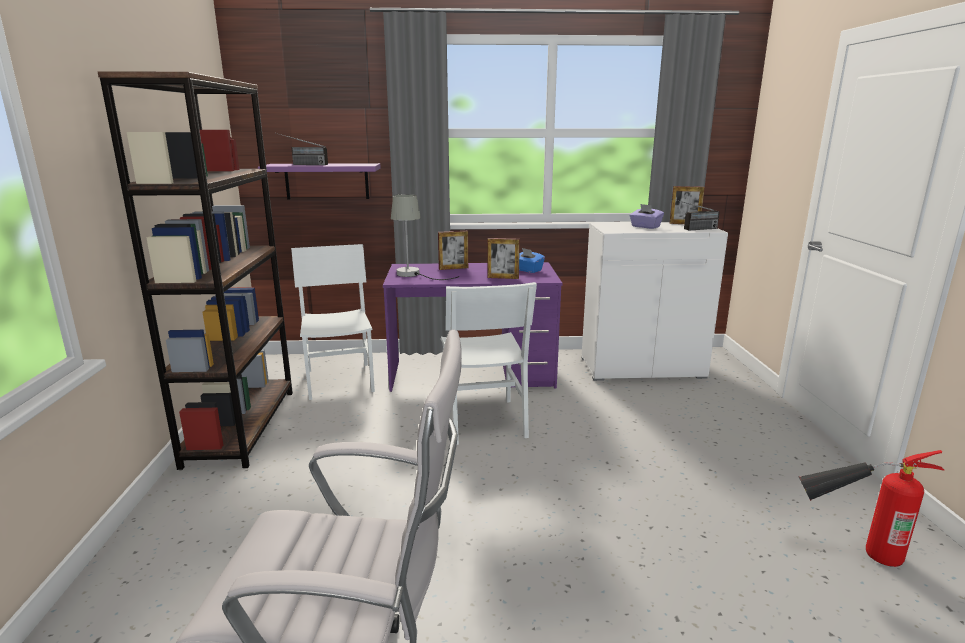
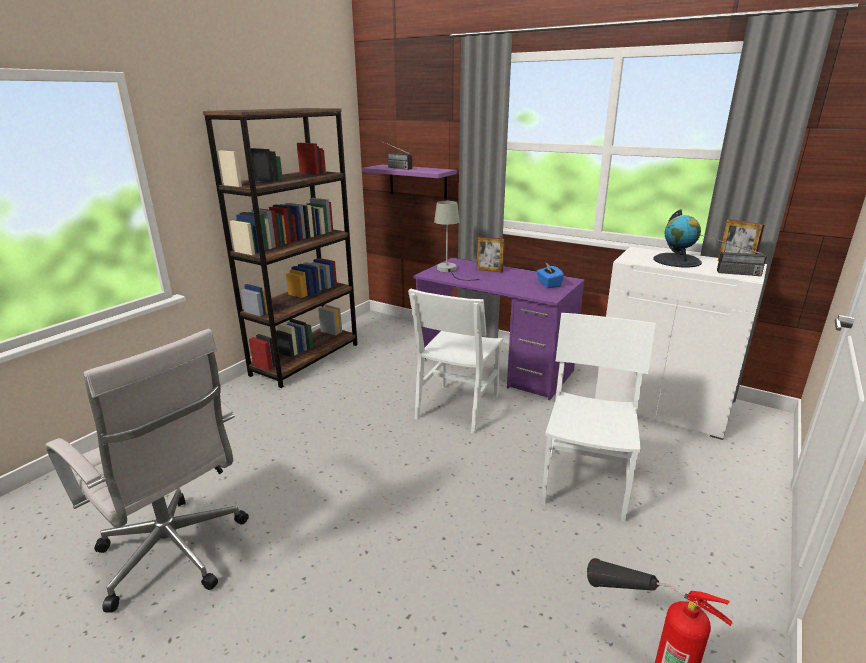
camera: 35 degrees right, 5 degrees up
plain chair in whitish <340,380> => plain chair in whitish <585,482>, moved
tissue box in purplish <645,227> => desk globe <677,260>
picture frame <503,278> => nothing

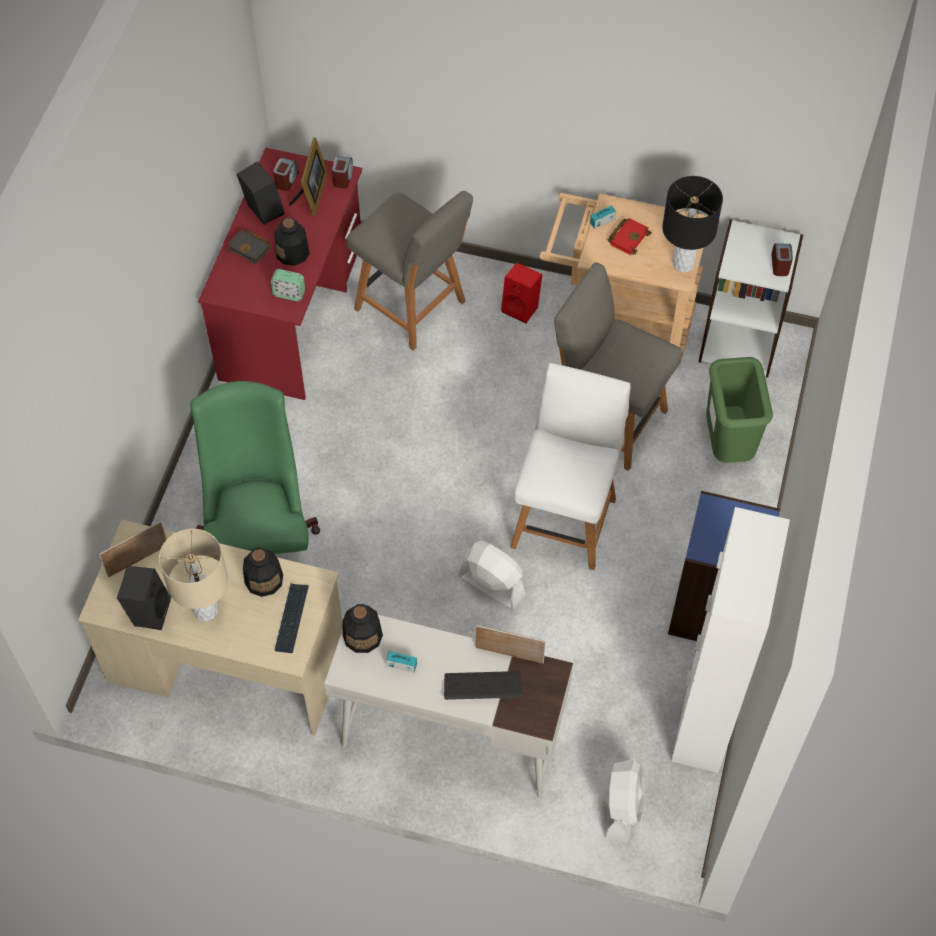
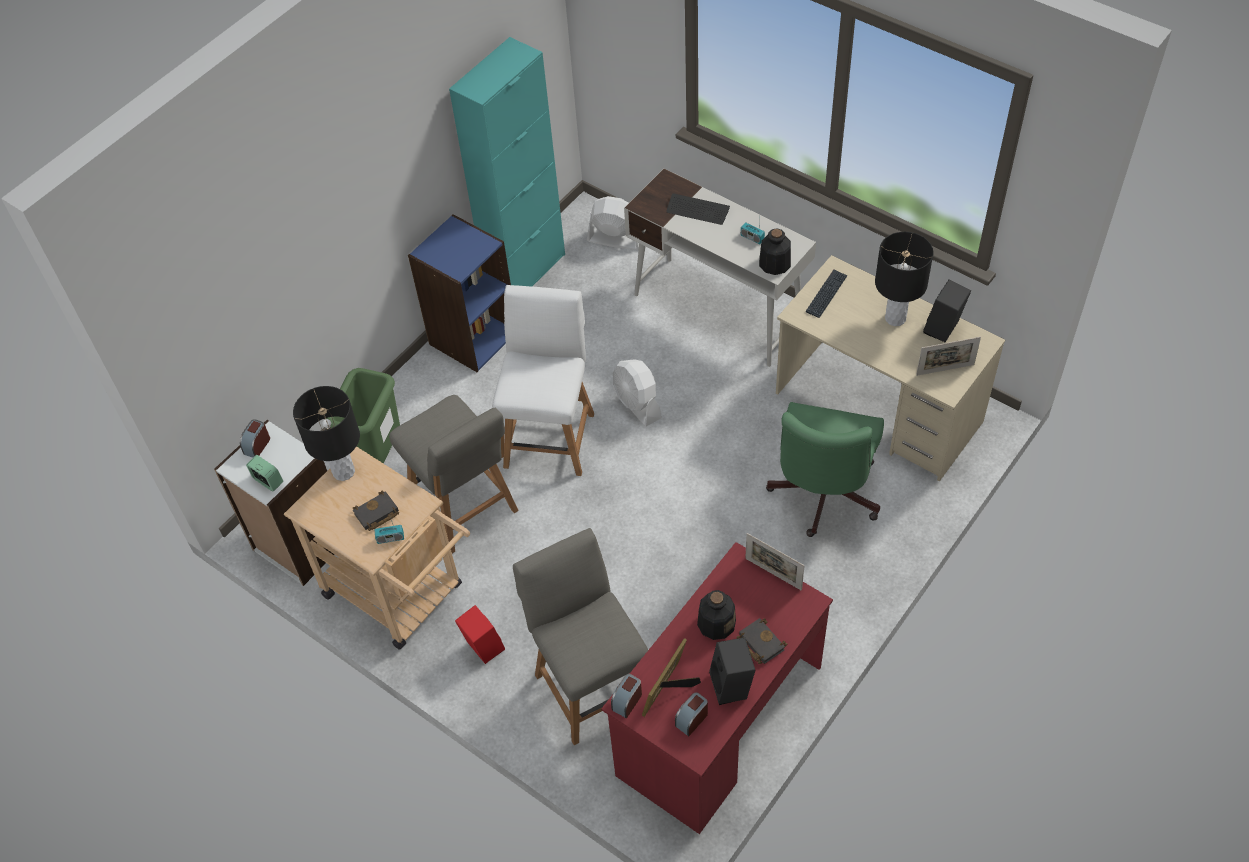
camera: 155 degrees left, 5 degrees down
alarm clock <289,293> => alarm clock <268,481>, moved
book in reddish <628,237> => book in black <376,514>
cabinet in whitish <704,719> => cabinet in blue-green <525,271>
plain chair in whitish <564,519> => plain chair in whitish <550,437>, 150 degrees clockwise
electric fan in whitish <621,805> => electric fan in whitish <615,239>, 75 degrees clockwise
picture frame <509,655> => picture frame <773,574>, moved
lamp for a table in beige <205,610> => lamp for a table in black <895,318>
beverage bottle <264,579> => nothing

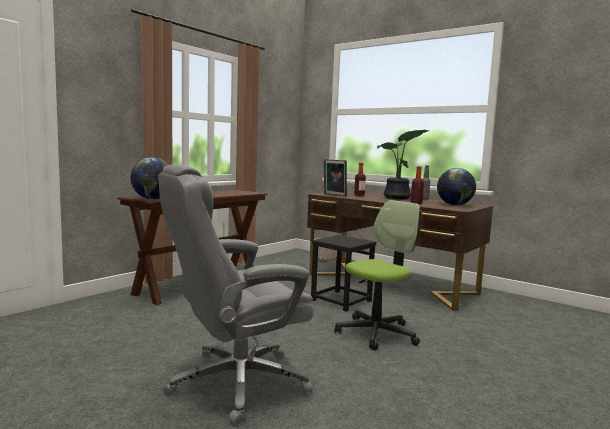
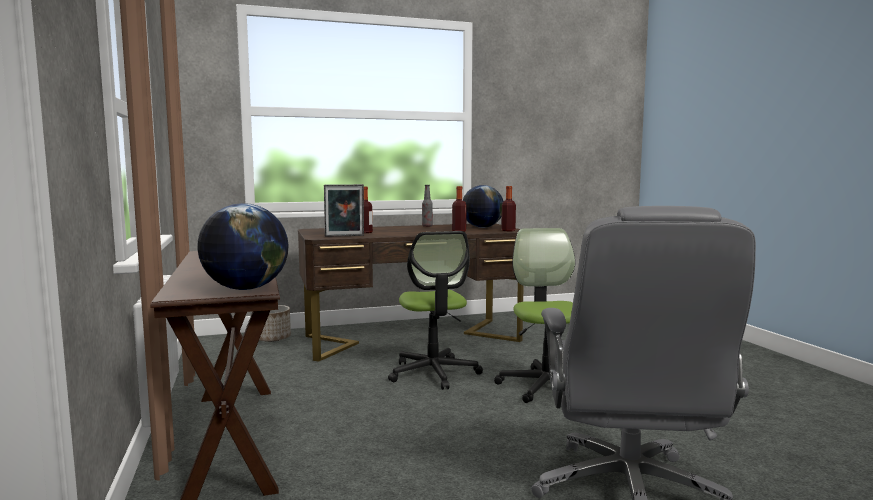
camera: 55 degrees left, 0 degrees up
sitting stool in black <340,300> => computer chair <433,373>
nothing => beverage bottle <508,230>
plant in a pot <397,198> => nothing

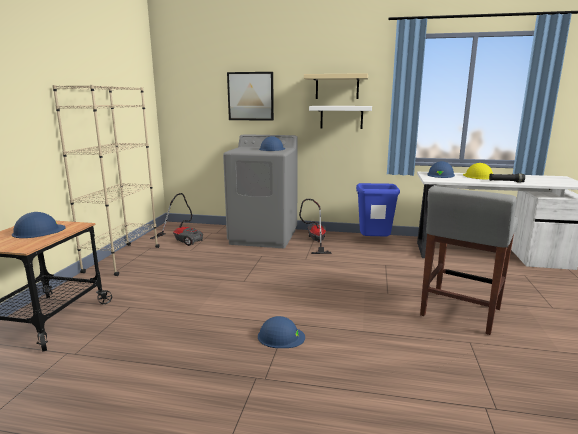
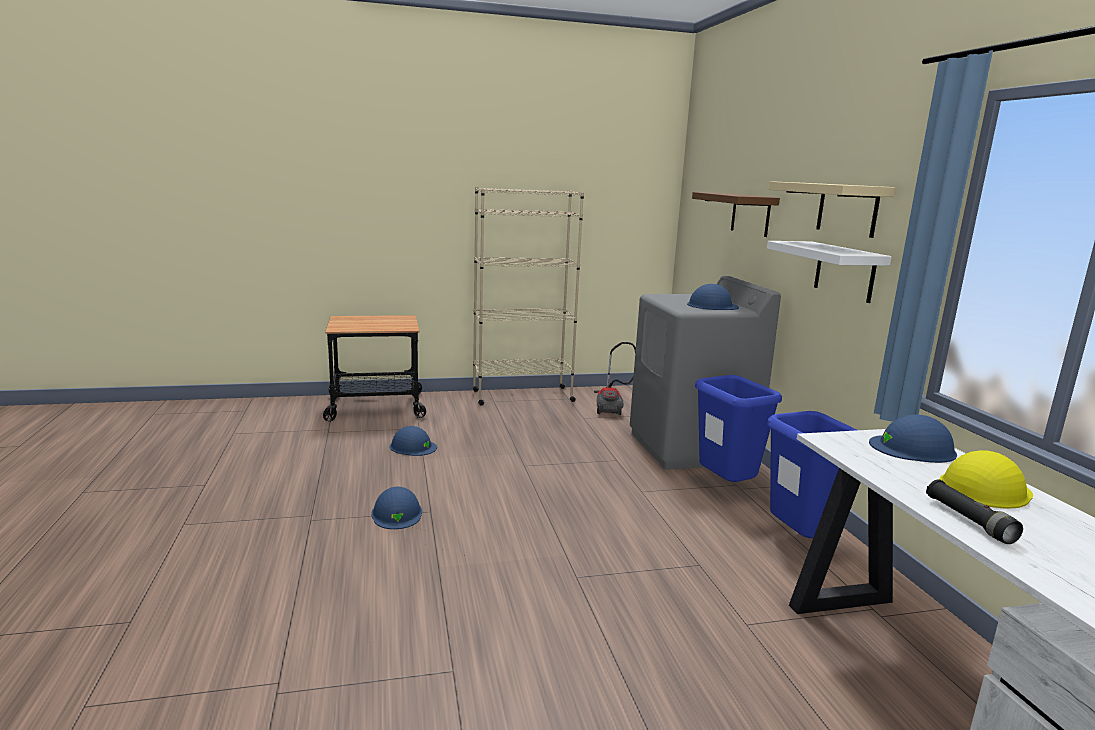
camera: 65 degrees right, 0 degrees up
hard hat in blue-coloured <38,231> => hard hat in blue-coloured <413,447>, moved
wall art <250,96> => bracket shelf in brown-coloured <750,214>
vacuum cleaner <315,242> => waste bin in blue-coloured <725,488>
sitting stool in gray <460,312> => nothing

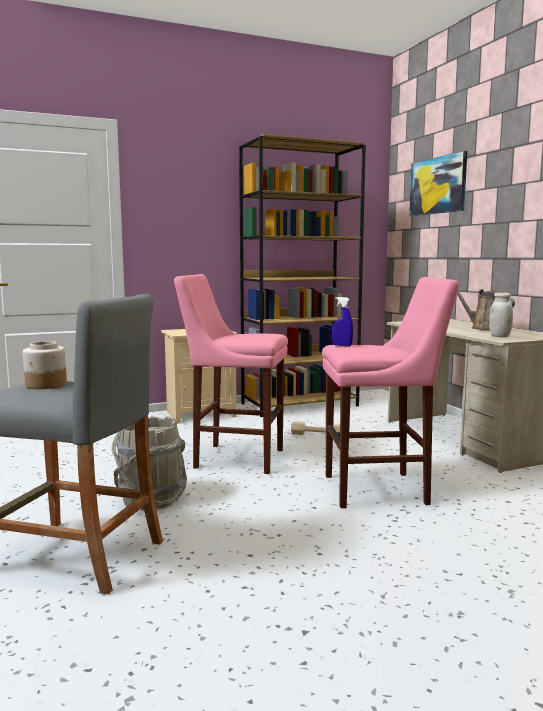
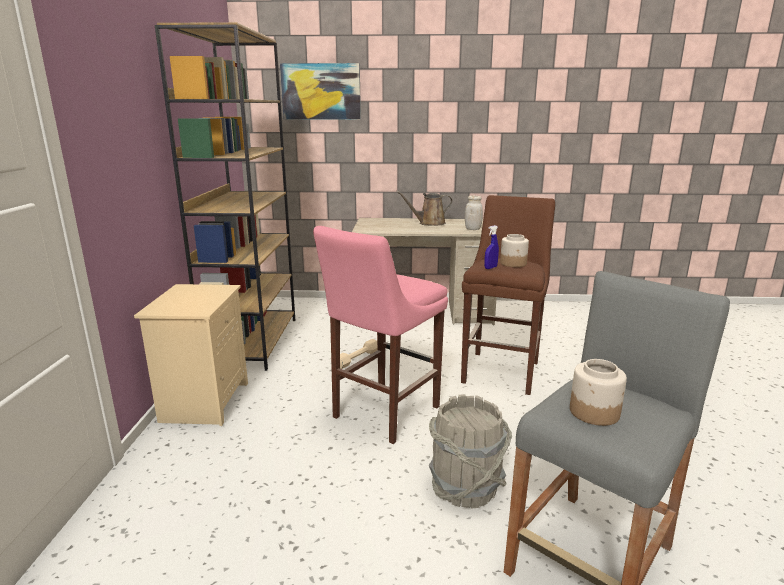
camera: 65 degrees left, 10 degrees up
sitting stool in pink-coloured <381,489> => sitting stool in brown-coloured <502,370>
nothing => storage jar <513,263>

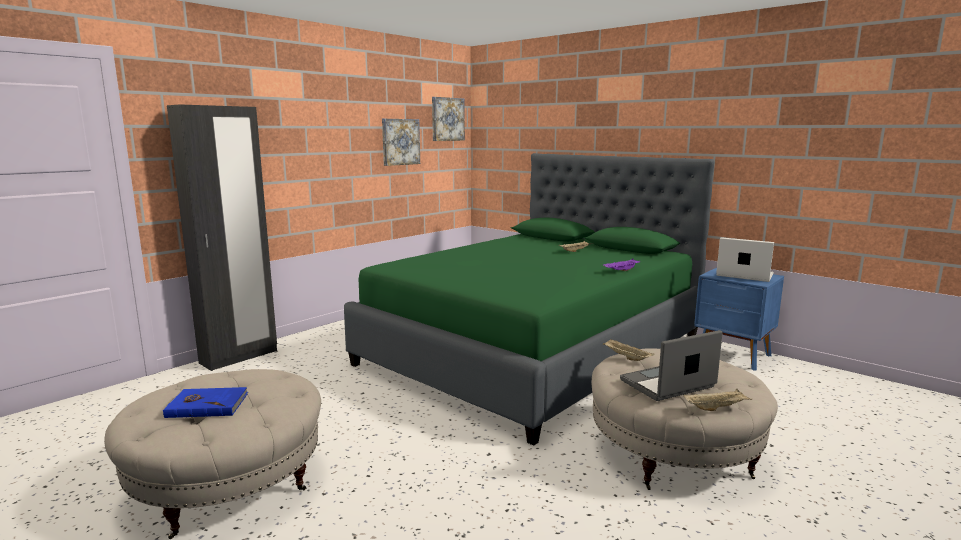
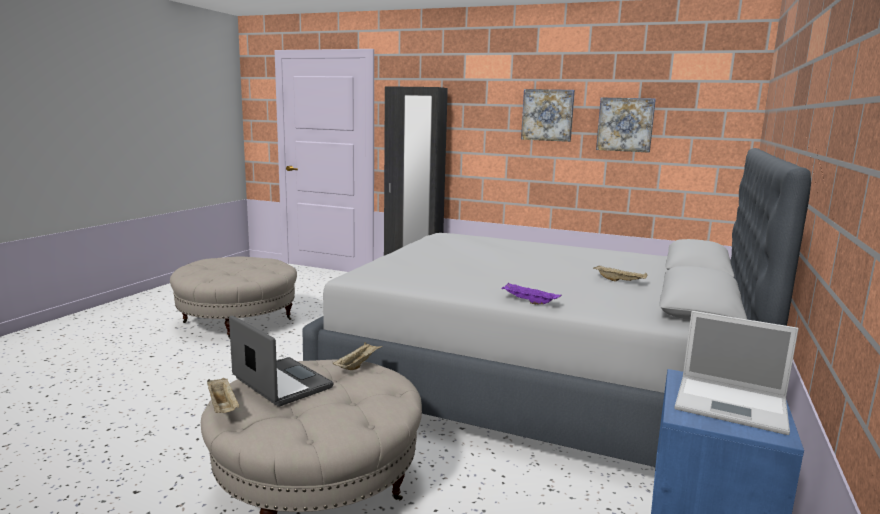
camera: 70 degrees right, 0 degrees up
bed in green <533,351> => bed in gray <538,384>
wall art <447,119> => wall art <547,115>, moved
notebook computer <743,275> => notebook computer <733,405>, 105 degrees clockwise
book in blue-coloured <207,405> => nothing

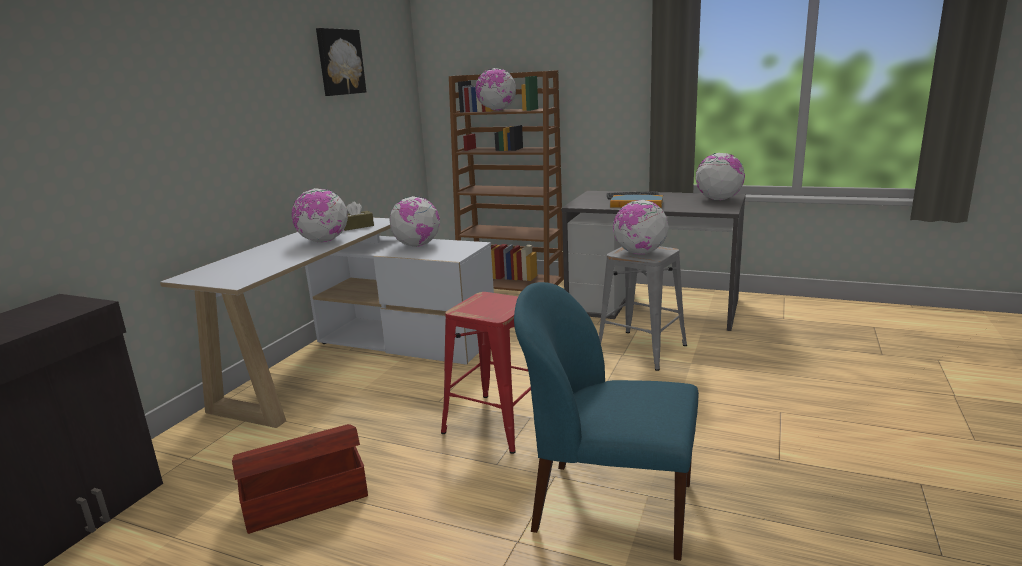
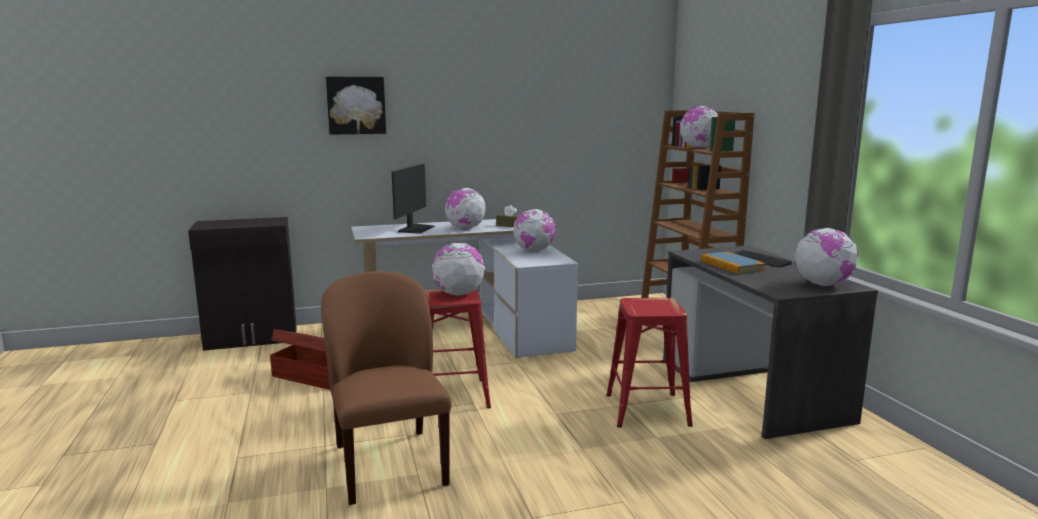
camera: 50 degrees right, 5 degrees down
plain chair in blue-coloured <609,507> => plain chair in brown-coloured <389,464>
wall art <339,62> => wall art <356,105>, moved
nothing => computer screen <416,229>
desk globe <639,253> => desk globe <458,294>, moved
sitting stool in gray <641,350> => sitting stool in reddish <646,409>

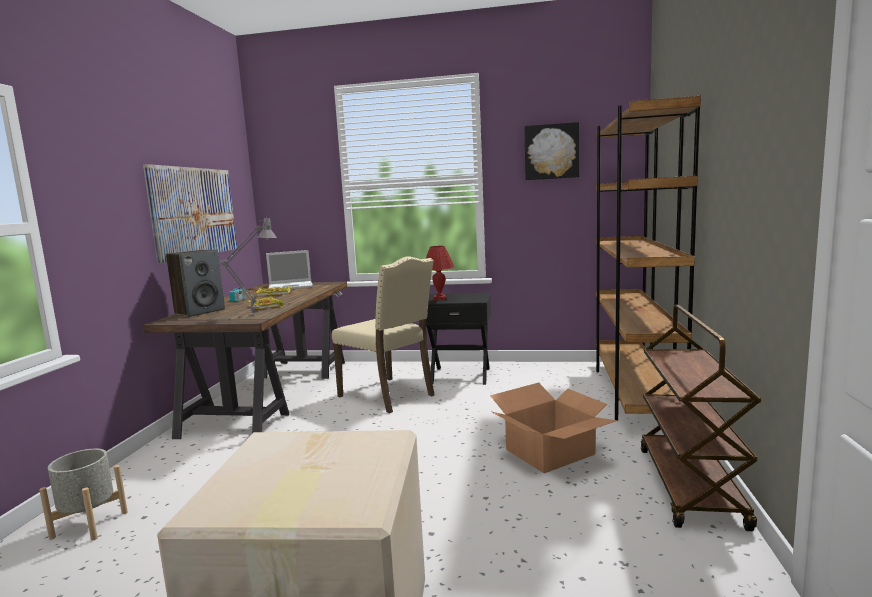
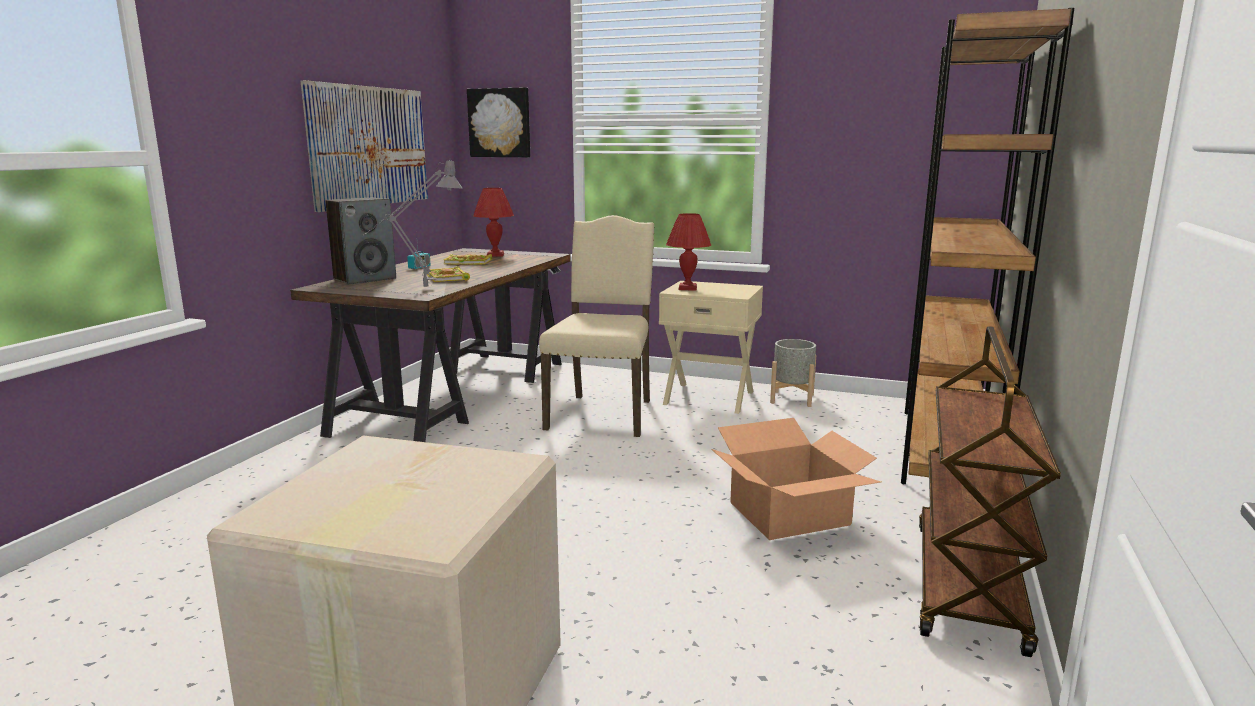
camera: 10 degrees right, 5 degrees up
wall art <551,151> => wall art <500,123>, moved
notebook computer <291,286> => lamp for a table in reddish <496,255>
plain chair in beige <389,395> => plain chair in beige <603,413>, 135 degrees counterclockwise
nightstand in black <460,375> => nightstand in beige <709,397>
flower pot in gray <89,524> => flower pot in gray <791,399>, moved

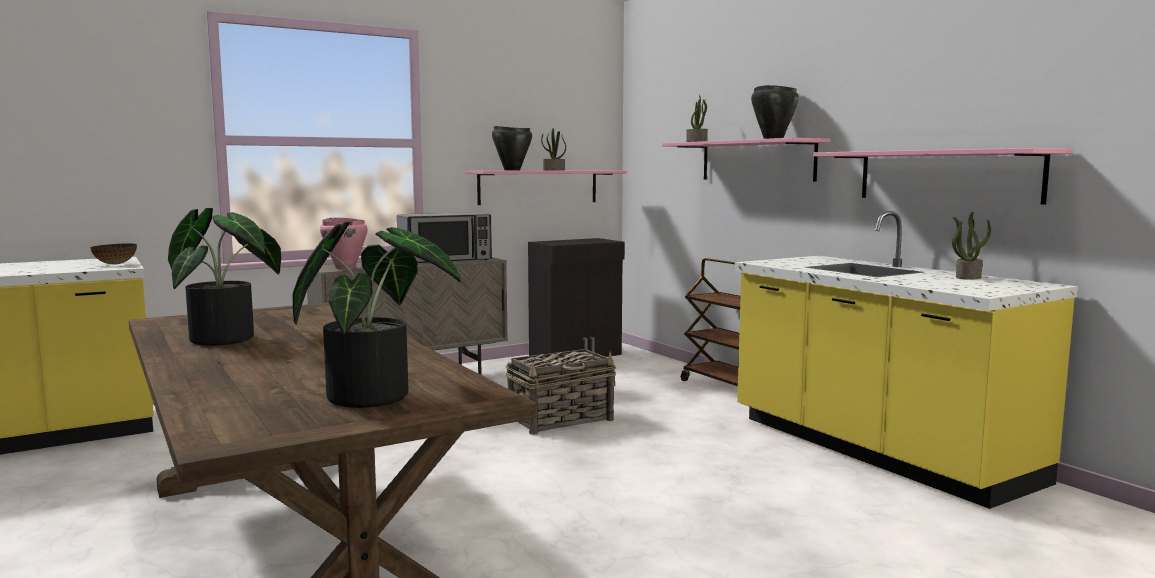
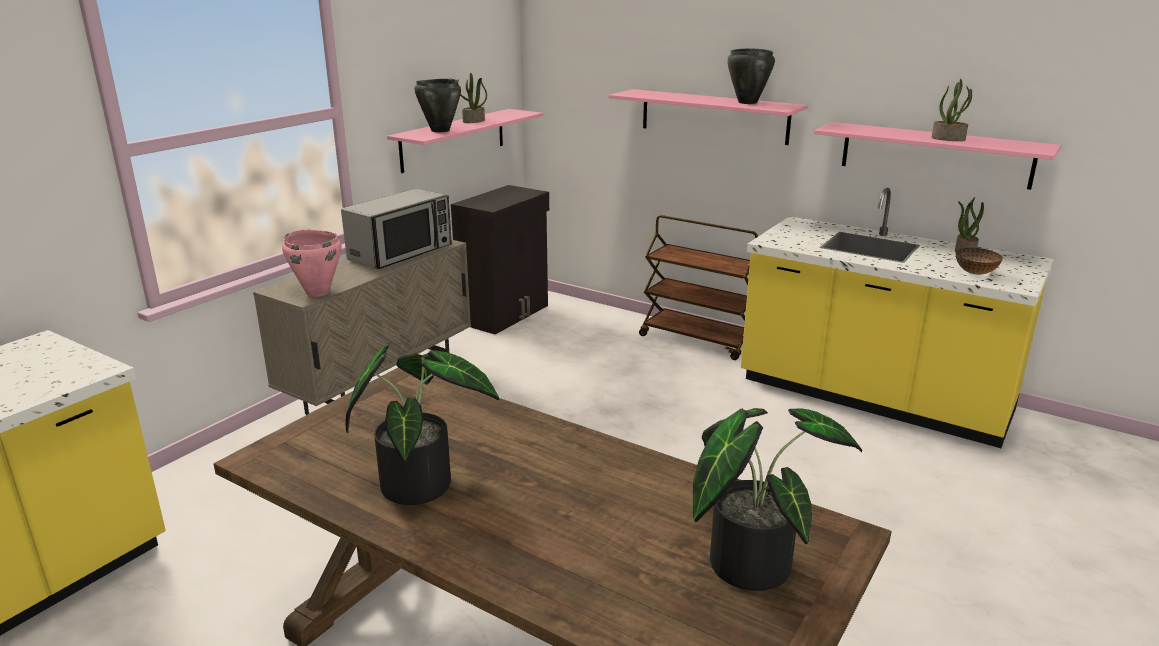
camera: 25 degrees left, 15 degrees up
plant in a pot <697,142> => plant in a pot <948,139>, moved
bowl <114,264> => bowl <975,273>, moved
storage basket <562,419> => nothing

